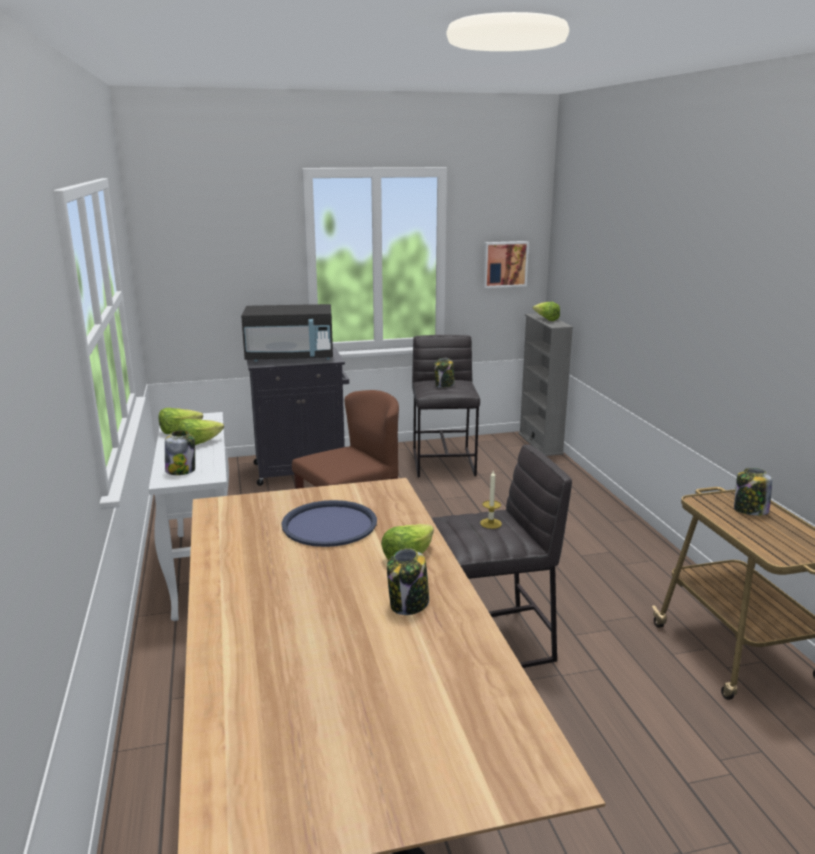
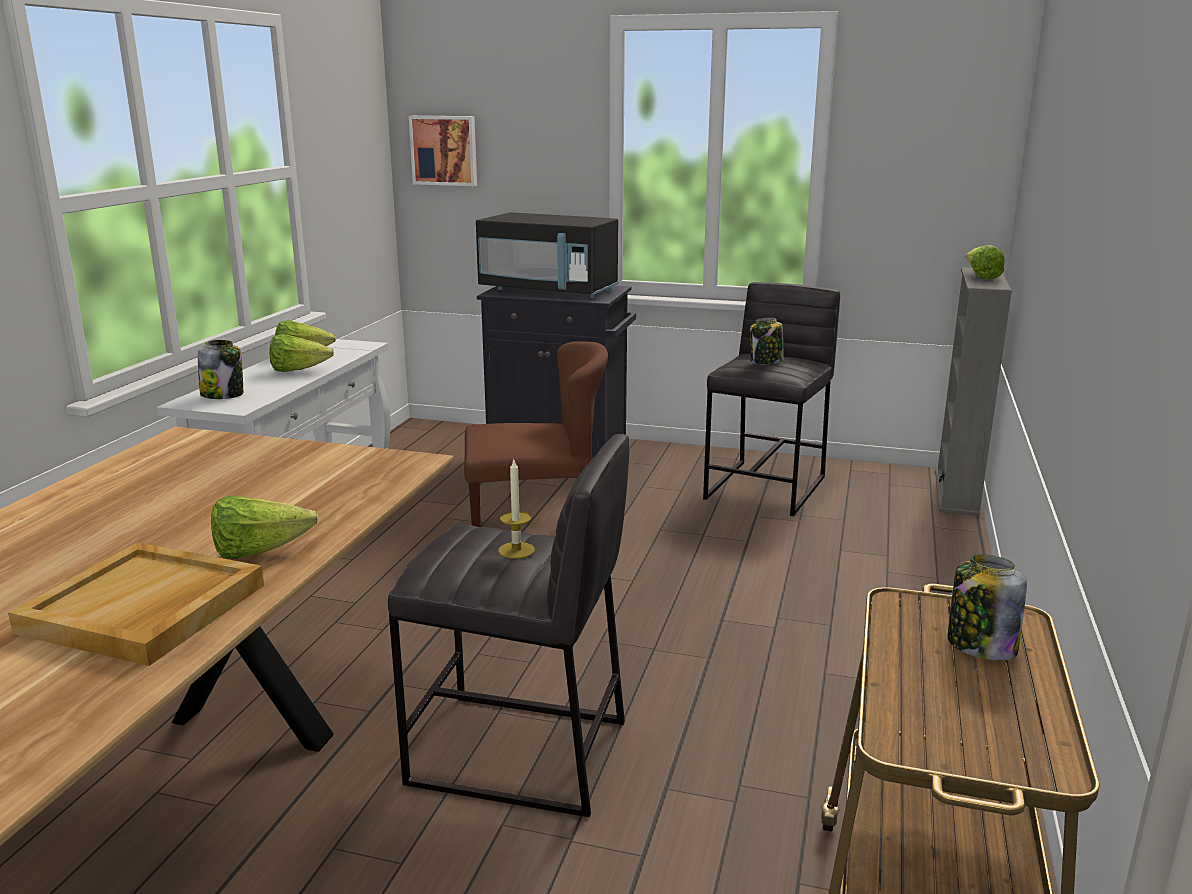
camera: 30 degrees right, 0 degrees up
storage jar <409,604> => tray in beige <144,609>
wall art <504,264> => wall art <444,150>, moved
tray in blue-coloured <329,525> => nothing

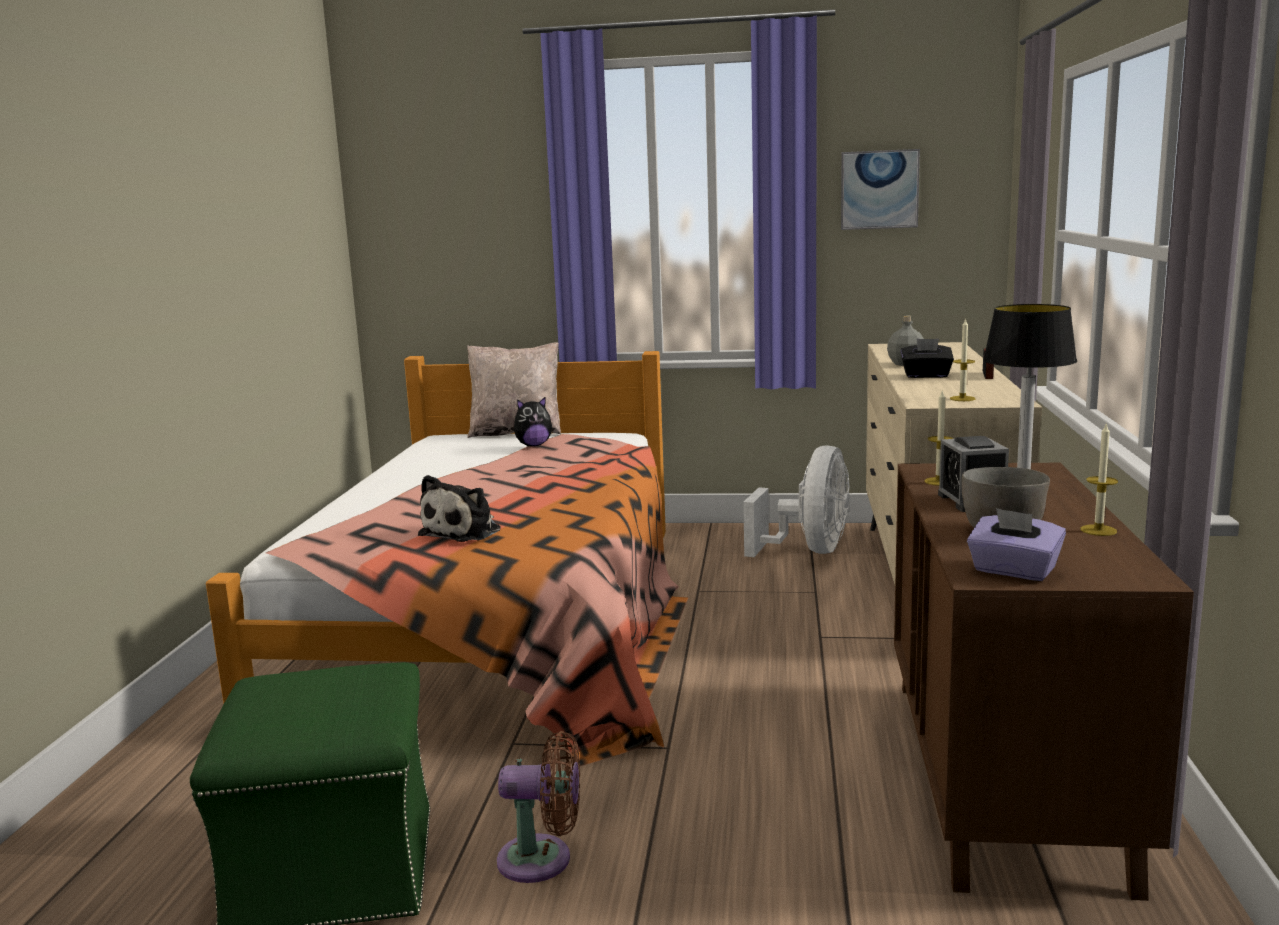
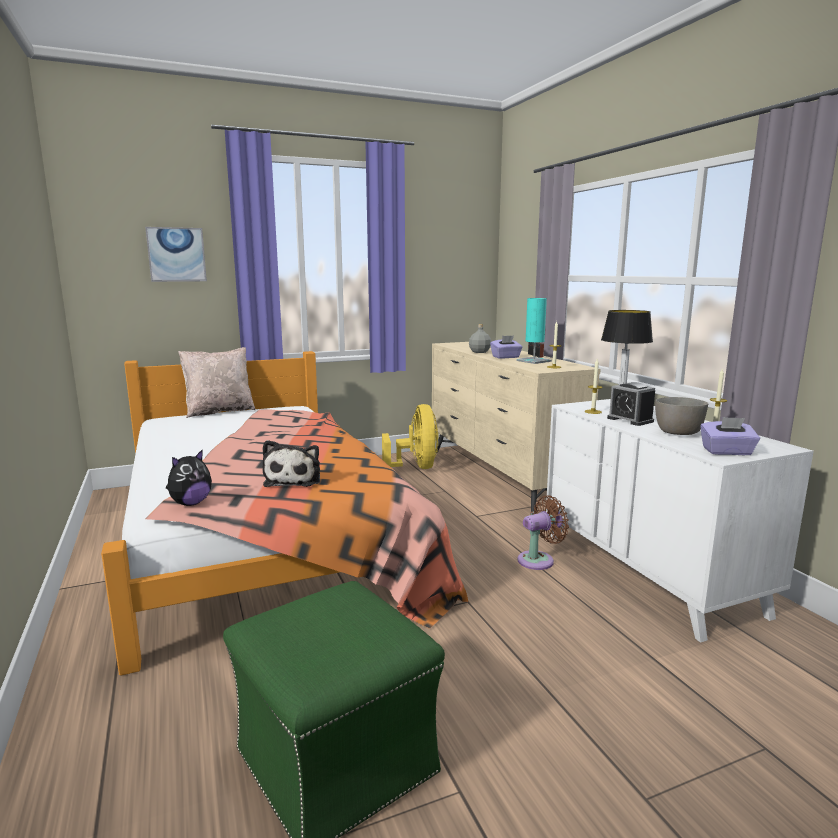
camera: 30 degrees left, 0 degrees up
wall art <879,189> => wall art <176,254>, moved
soft toy <533,445> => soft toy <190,503>, moved
electric fan in whitish <810,551> => electric fan in yellow-coloured <416,468>
tissue box in black <926,376> => tissue box in purplish <506,357>
nothing => lamp for a table in blue-green <534,361>
electric fan in brown-coloured <542,860> => electric fan in brown-coloured <539,560>, moved
drawer chest in brown-coloured <1003,777> => drawer chest in whitish <648,573>

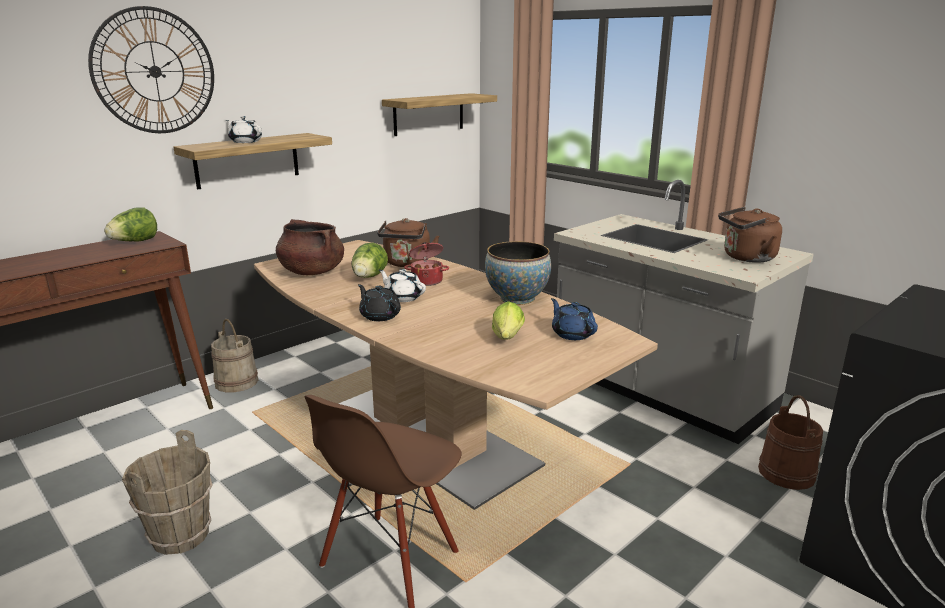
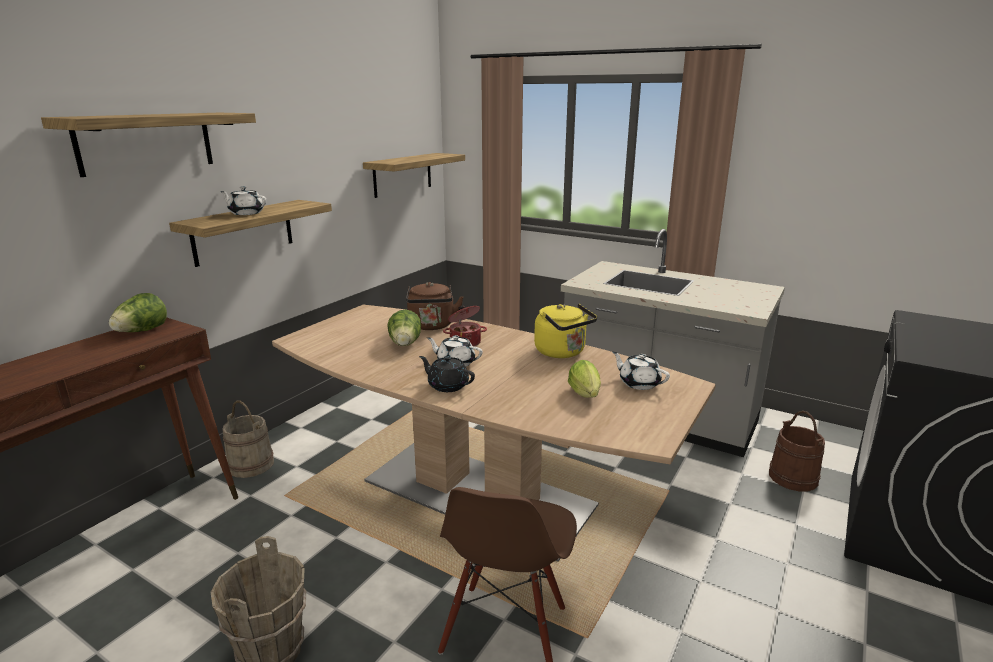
camera: 15 degrees left, 0 degrees up
wall clock <154,71> => bracket shelf <146,142>
bowl <517,298> => tea kettle in yellow-coloured <562,352>
tea pot in blue-coloured <572,334> => tea pot in whitish <638,383>
stockpot in brown-coloured <311,272> => nothing
tea kettle in brown-coloured <746,258> => nothing

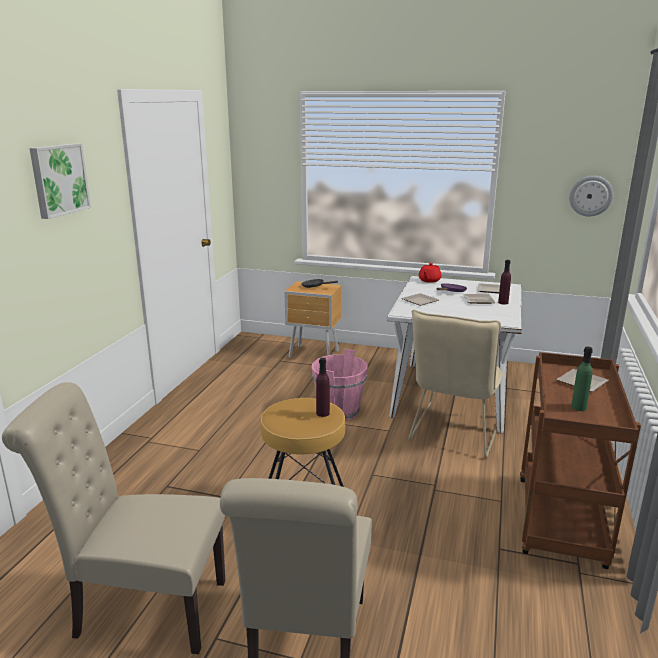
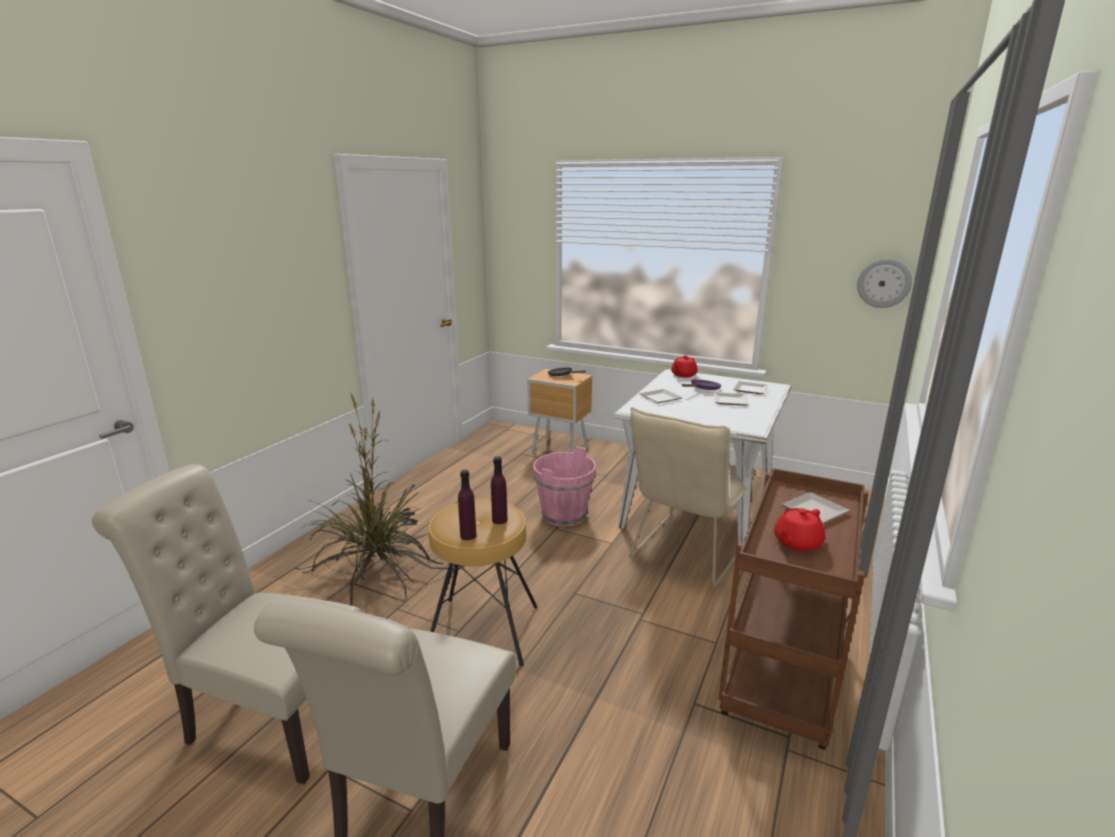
camera: 10 degrees right, 0 degrees up
nothing => plant in a pot <374,568>
beverage bottle in purplish <503,302> => beverage bottle in purplish <468,536>, moved
beverage bottle in green <578,407> => tea pot in reddish <796,542>
wall art <58,179> => nothing

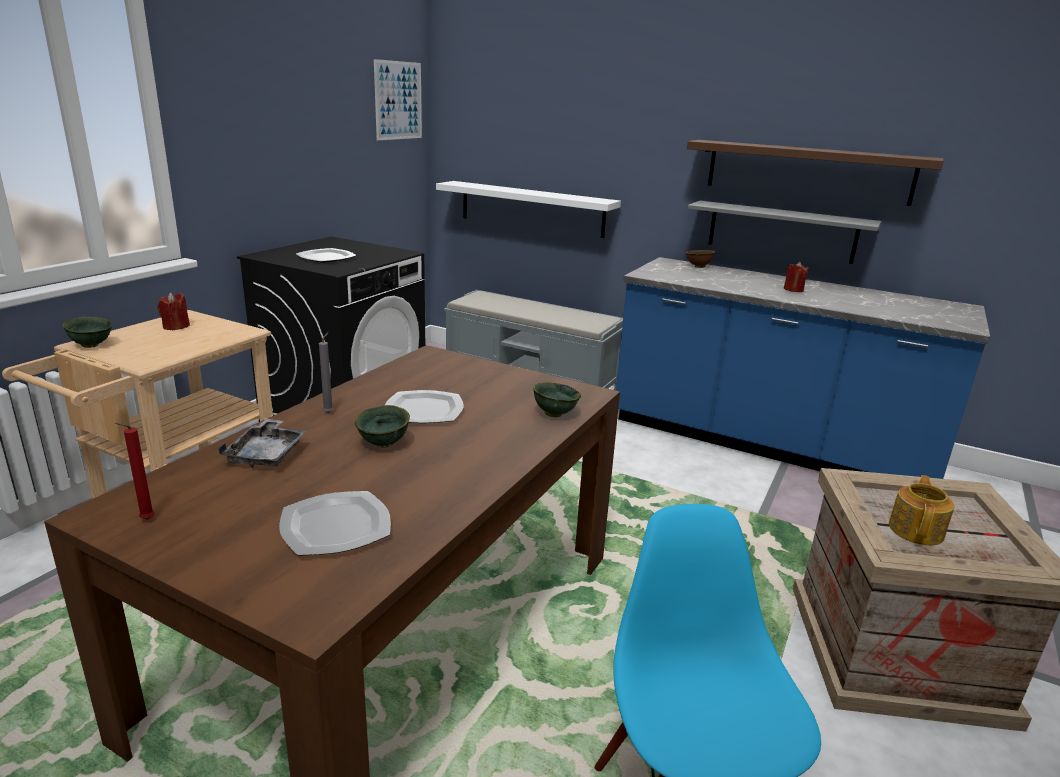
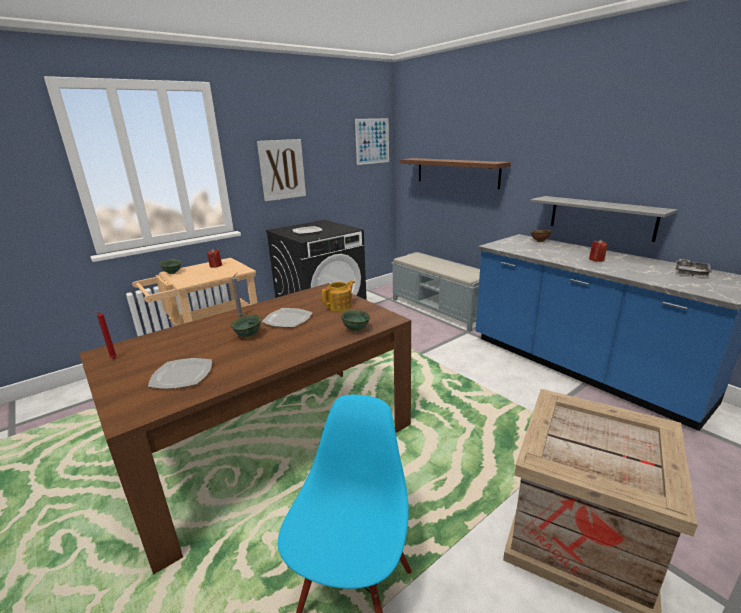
camera: 25 degrees right, 0 degrees up
nothing => wall art <282,169>
tea pot <916,530> => tea pot <340,306>, moved
bracket shelf in brown-coloured <808,171> => bracket shelf in brown-coloured <456,172>, moved
tray in gray <267,454> => tray in gray <690,272>, moved
bracket shelf in whitish <531,208> => nothing

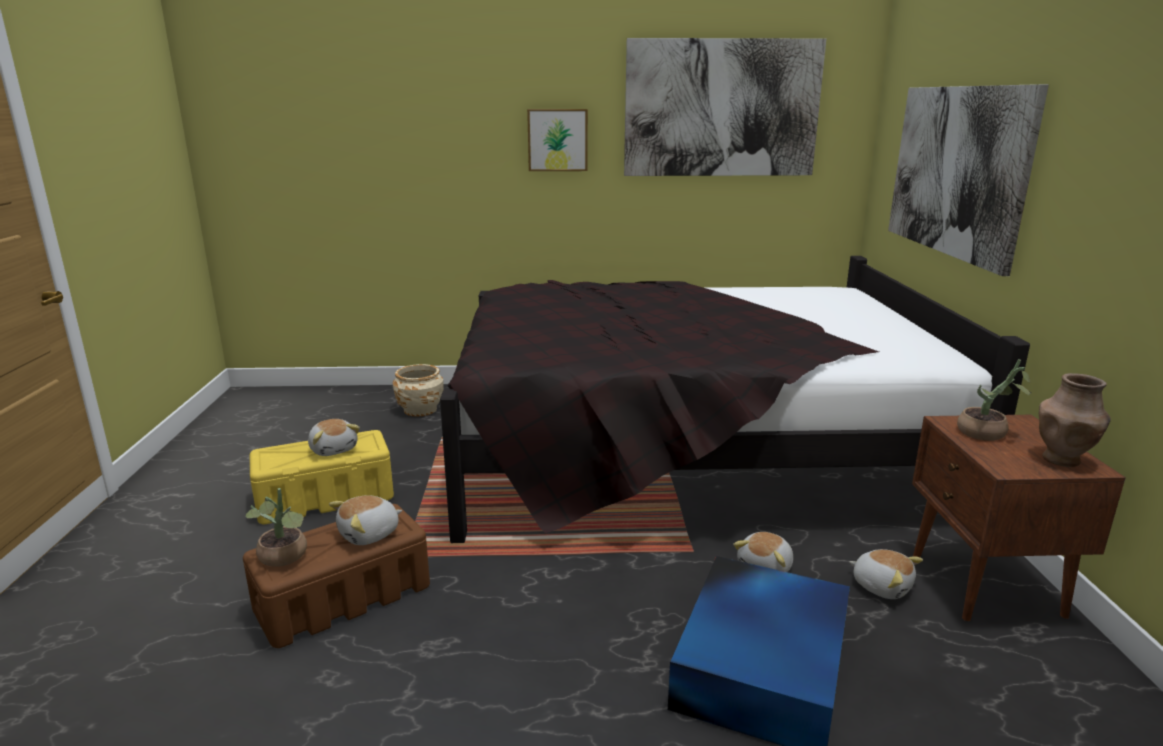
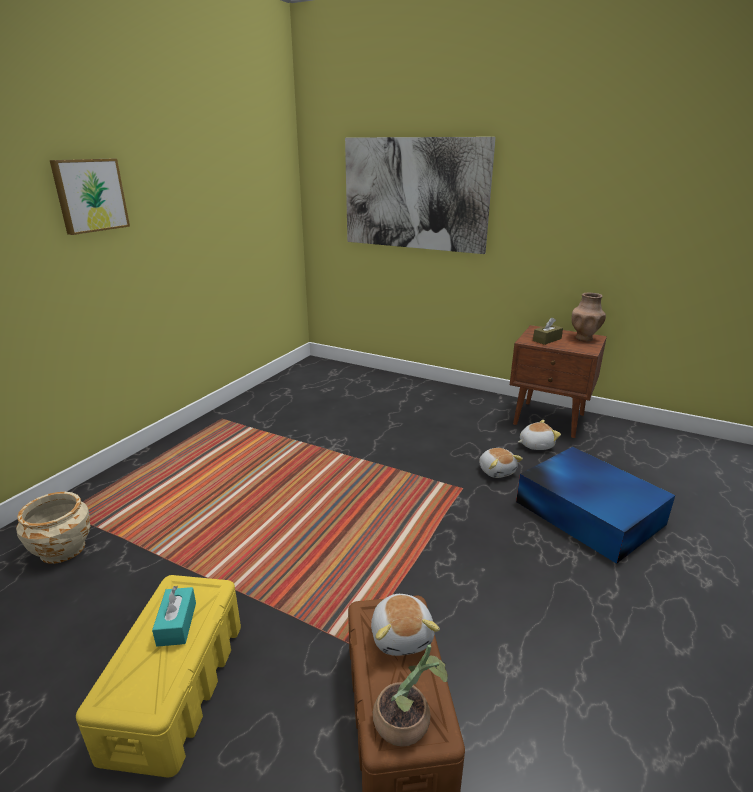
camera: 60 degrees left, 5 degrees up
soft toy <334,449> => tissue box in blue-green <177,624>
plant in a pot <987,434> => tissue box in brown-coloured <547,340>
bed in black <685,450> => nothing
wall art <721,108> => nothing

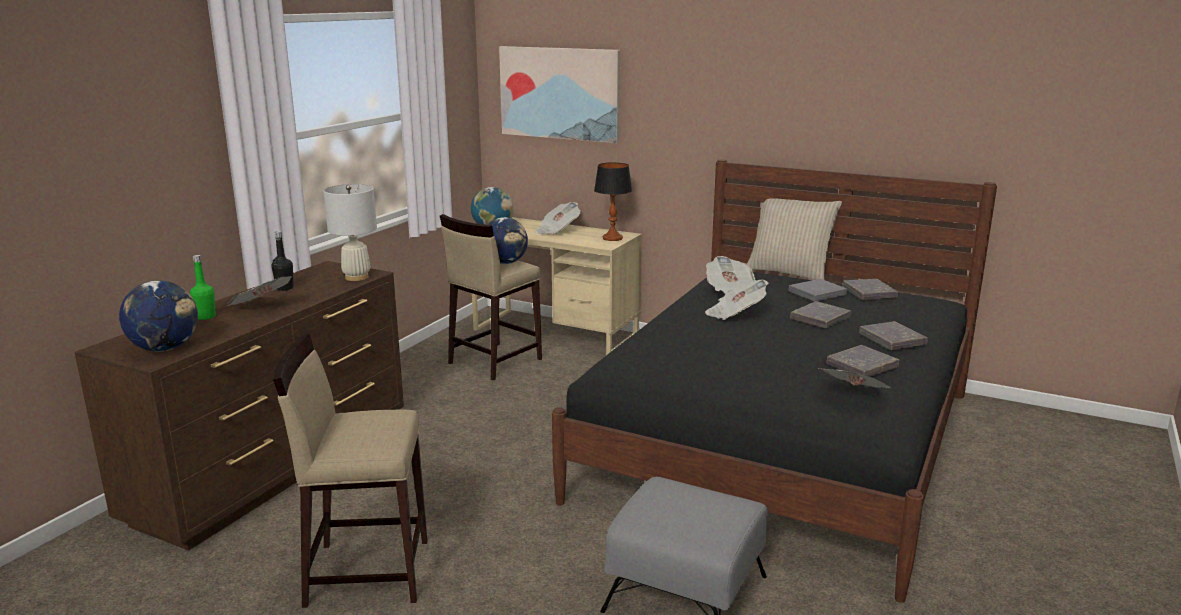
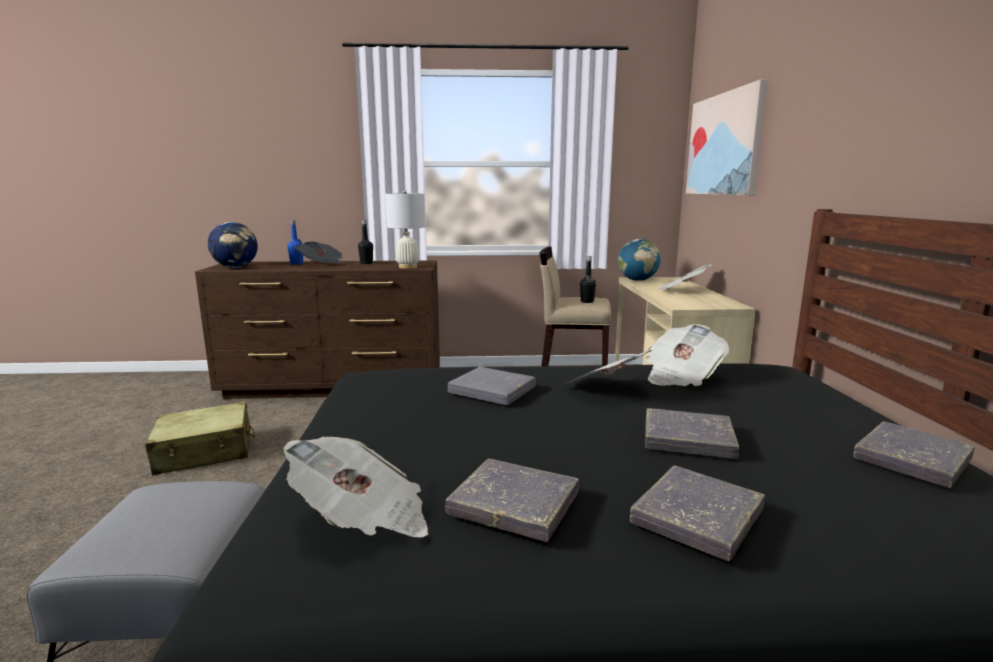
camera: 60 degrees right, 5 degrees down
sitting stool in beige <367,571> => suitcase in beige <205,452>
beverage bottle in green <206,317> => beverage bottle in blue-coloured <296,263>
book in gray <817,294> => book in gray <492,391>, moved
desk globe <505,263> => beverage bottle in black <587,301>
lamp for a table <613,238> => nothing
throw pillow in beige <789,273> => nothing

